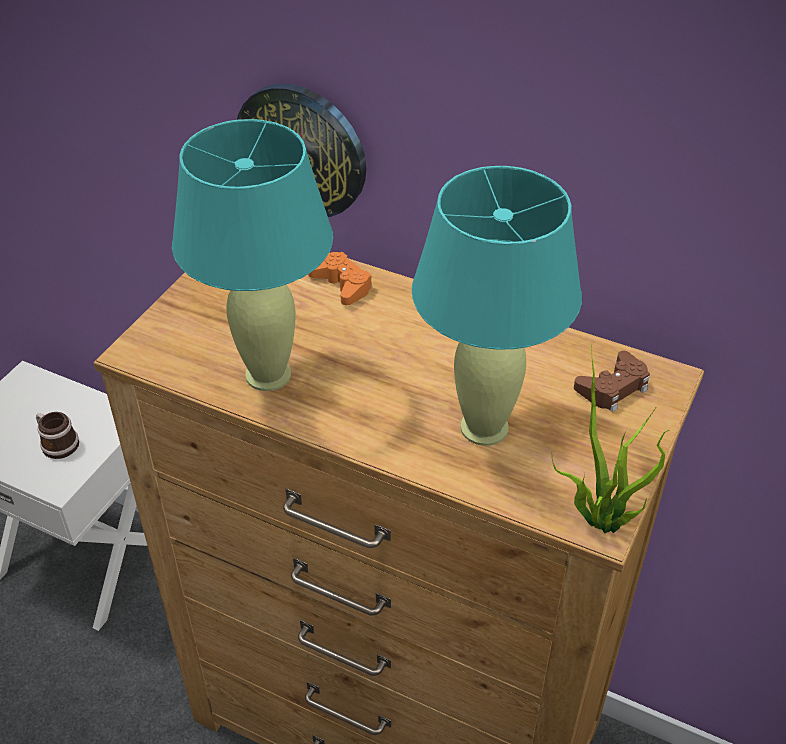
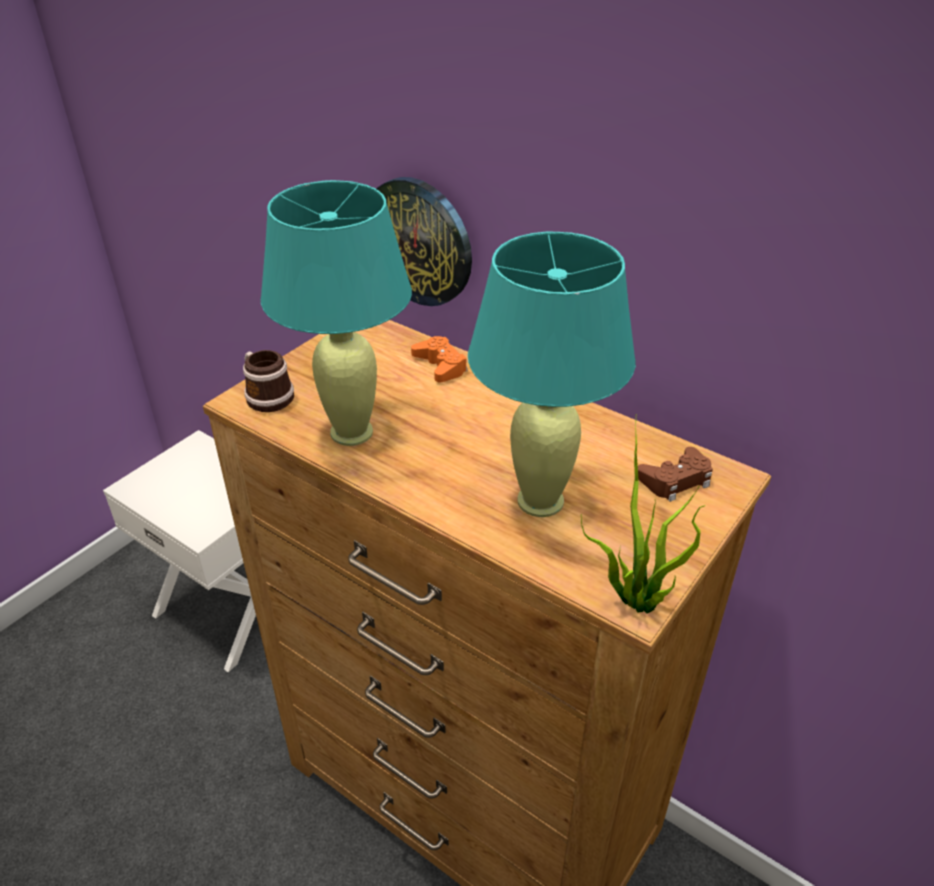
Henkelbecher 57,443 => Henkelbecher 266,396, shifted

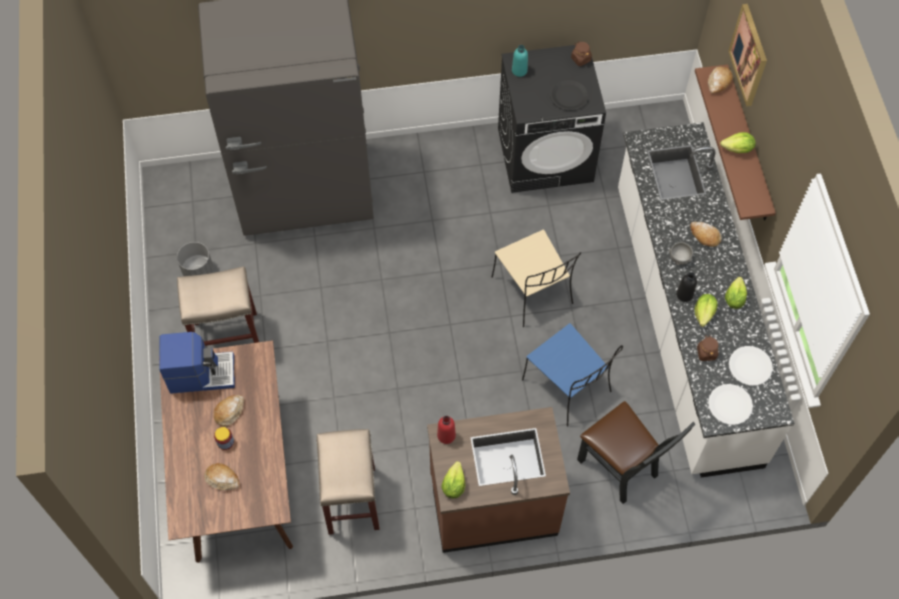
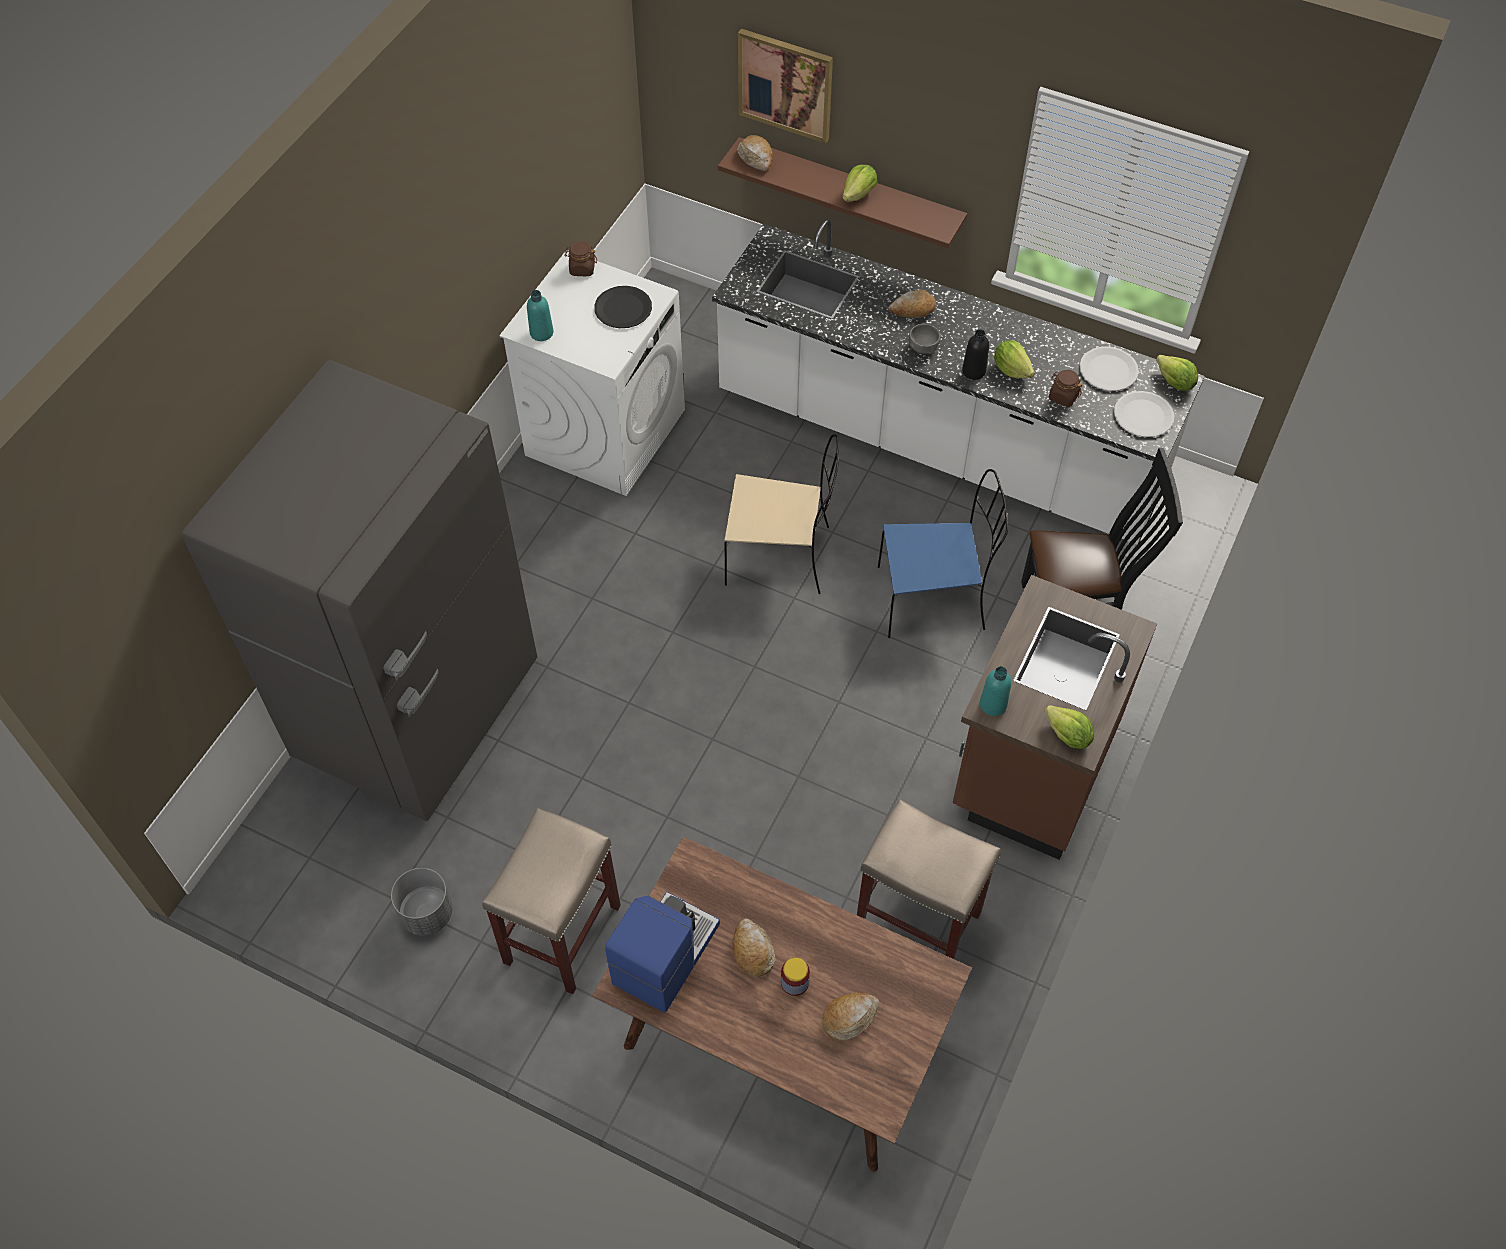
Flasche/rot 446,435 => Flasche/türkis 993,704
Waschmaschine/schwarz 545,155 => Waschmaschine/weiß 605,432
Salatkopf 734,299 => Salatkopf 1174,383, shifted

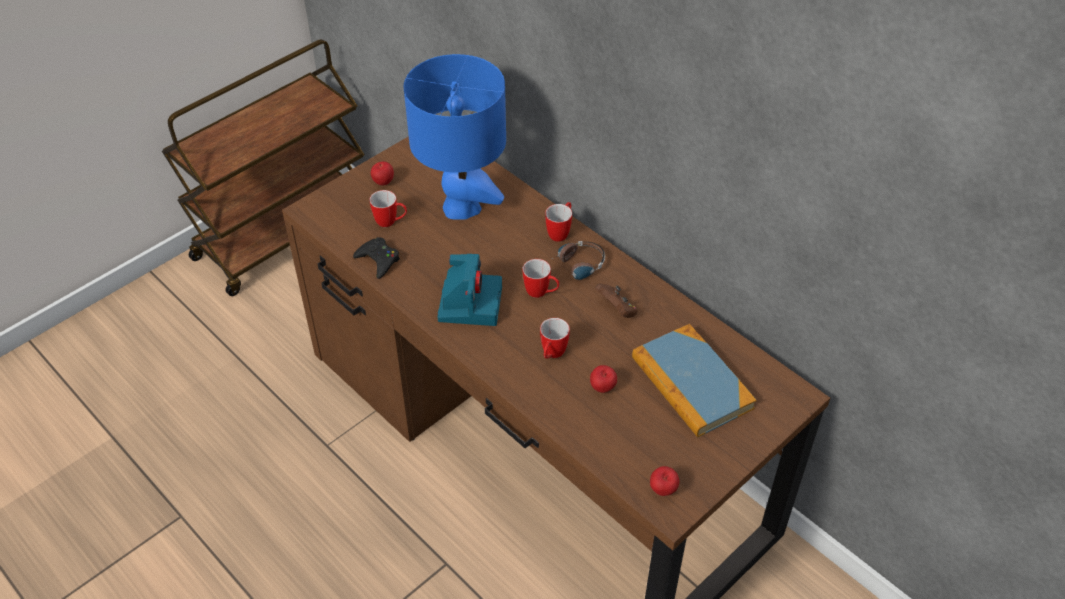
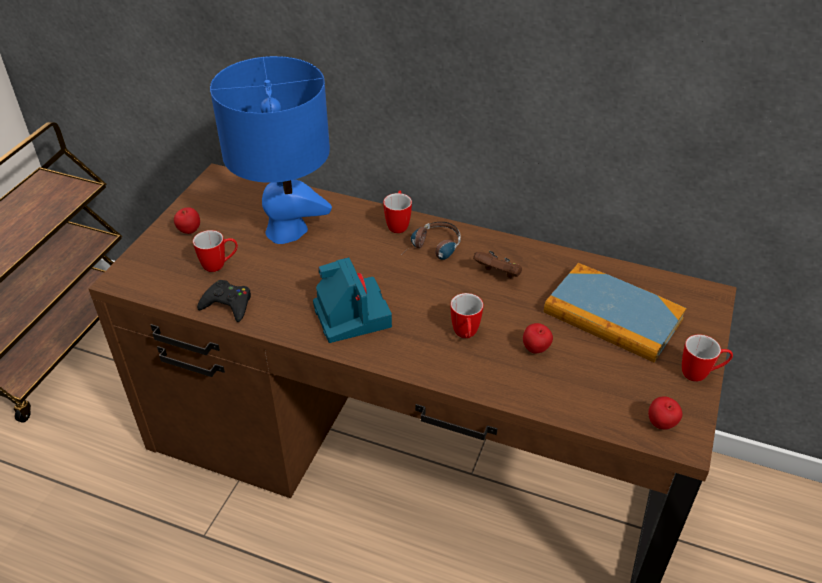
Henkelbecher 541,293 => Henkelbecher 700,374, shifted

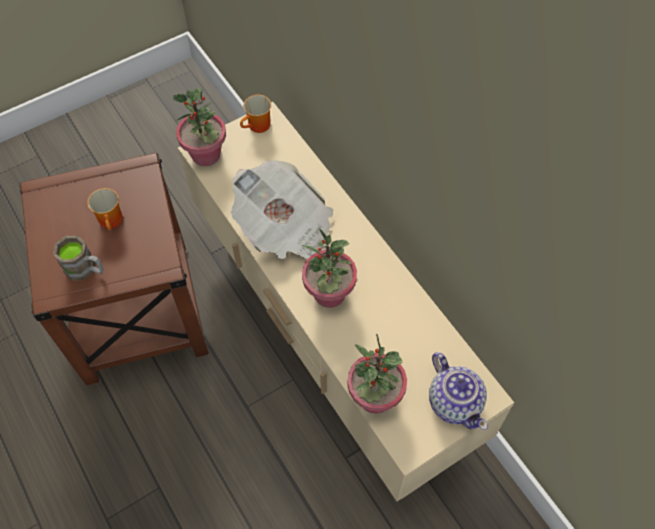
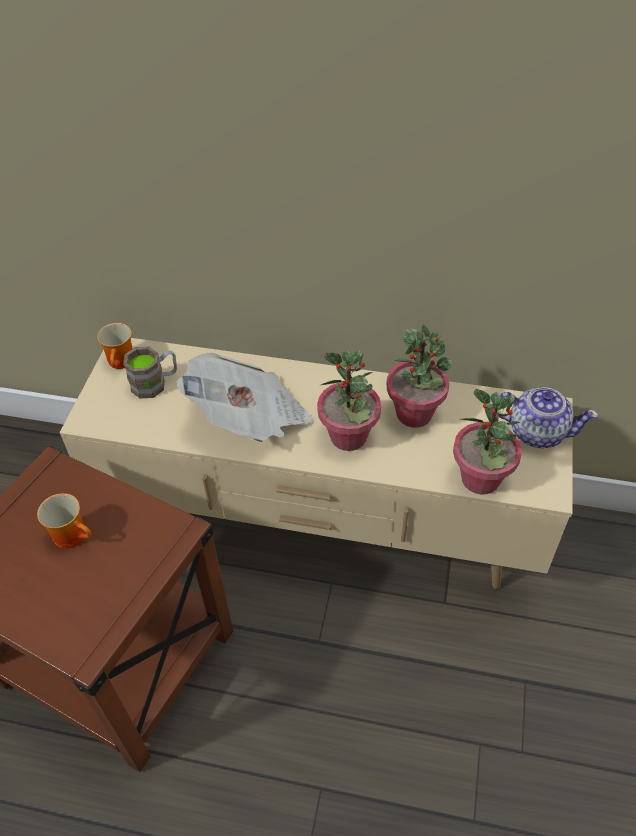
Henkelbecher/braun 86,269 => Henkelbecher/braun 155,383, shifted
Topfpflanze 206,155 => Topfpflanze 414,414, shifted

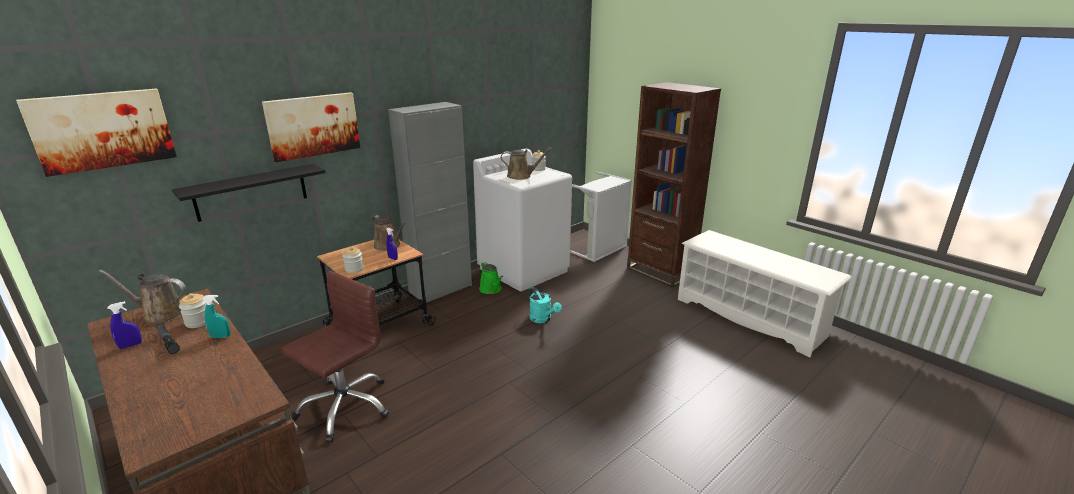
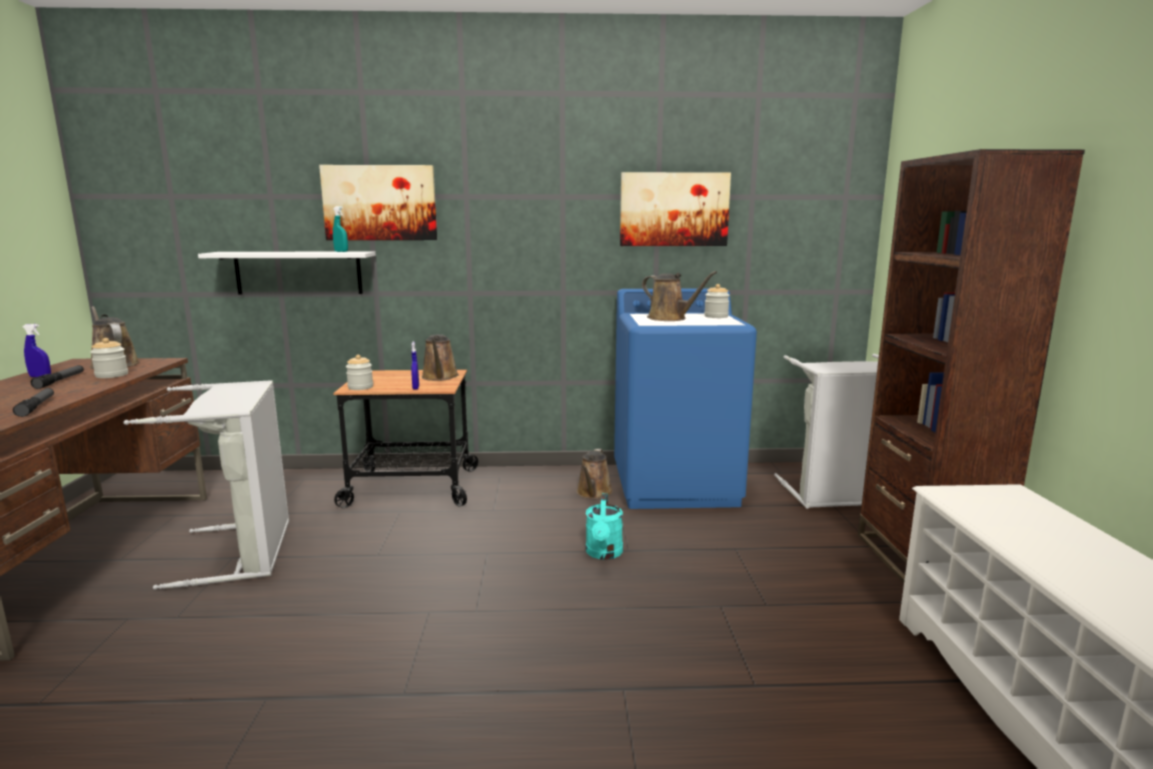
Bild 102,130 => Bild 674,209, shifted
Wandregal/schwarz 251,192 => Wandregal/weiß 298,272
Sprühflasche/türkis 221,336 => Sprühflasche/türkis 341,251, shifted
Bürostuhl/braun 345,406 => Wäschekorb/grau 245,551
Schrank/grau 441,290 => nothing
Waschmaschine/weiß 524,269 => Waschmaschine/blau 676,485
Gießkanne/grün 491,289 => Gießkanne/braun 593,493
nothing => Taschenlampe 36,407

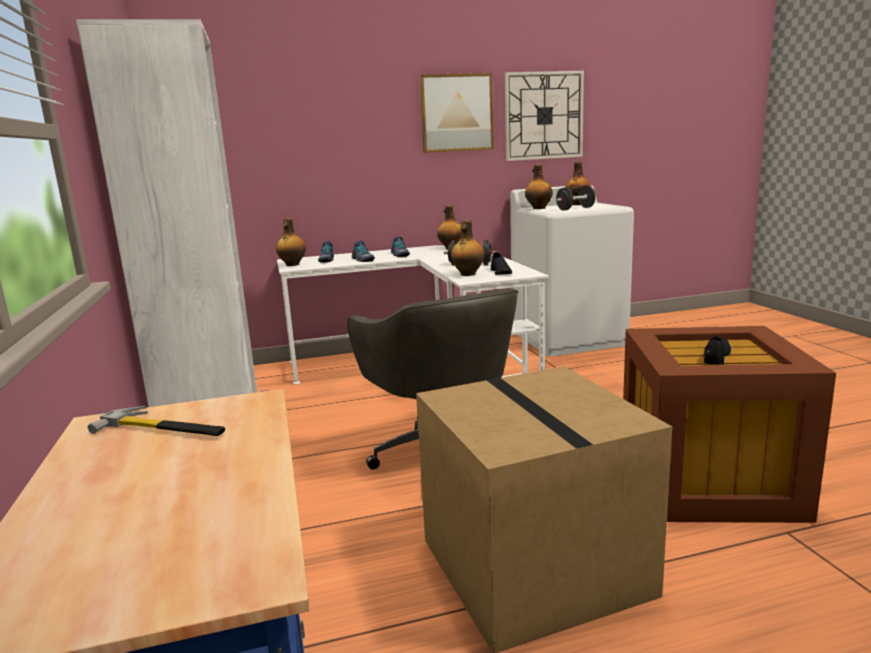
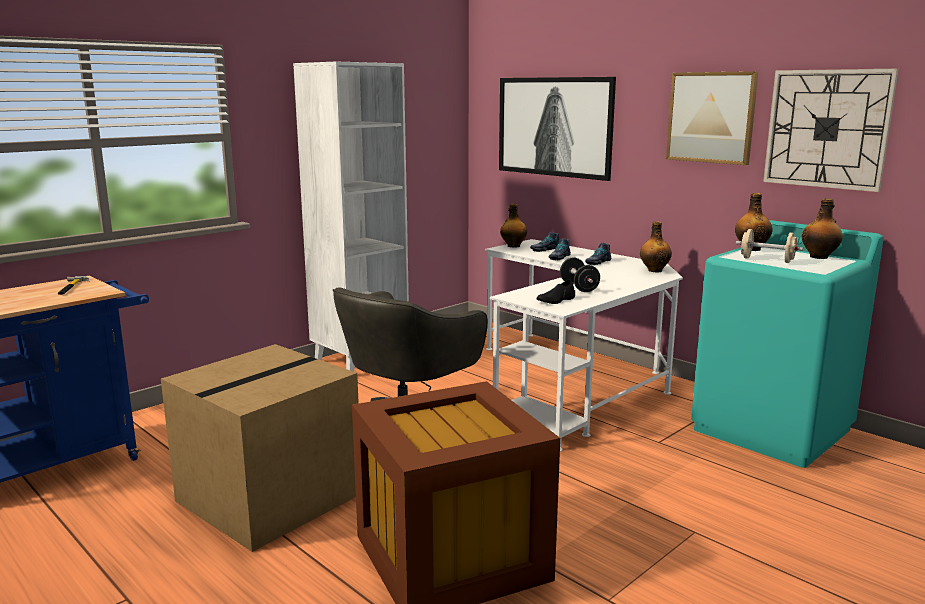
Flasche 467,274 => nothing
Waschmaschine/weiß 568,339 => Waschmaschine/türkis 772,430
Hantel/schwarz 575,209 => Hantel/beige 767,260
Schuh/schwarz 716,356 => nothing
nothing => Bild 555,127

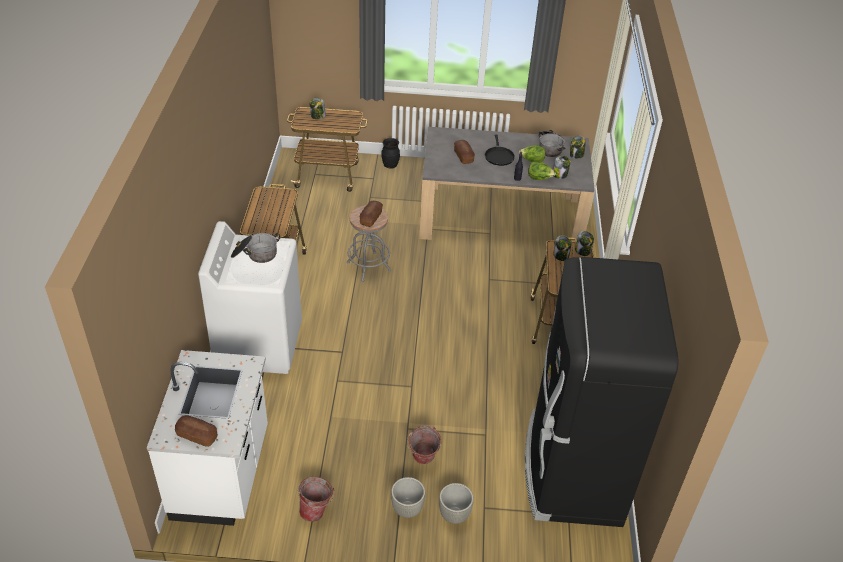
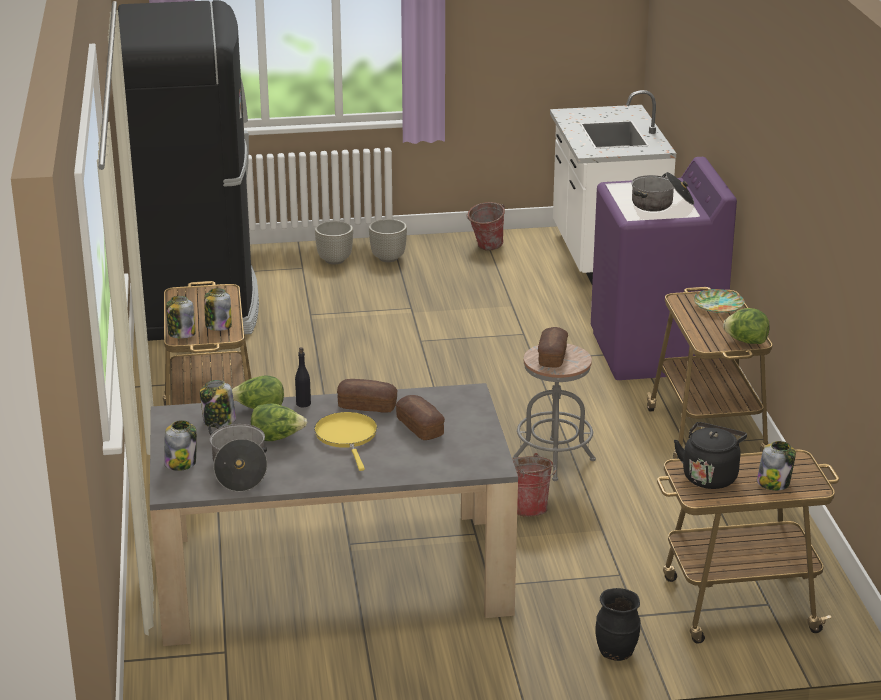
Brot 197,436 => Brot 367,406, shifted
Waschmaschine/weiß 259,344 => Waschmaschine/lila 655,352
Eimer 422,460 => Eimer 529,508, shifted
Pfanne/schwarz 499,156 => Pfanne/gelb 347,437
nothing => Wasserkessel/schwarz 710,476
nothing => Teller 718,304
nothing => Salatkopf 746,341

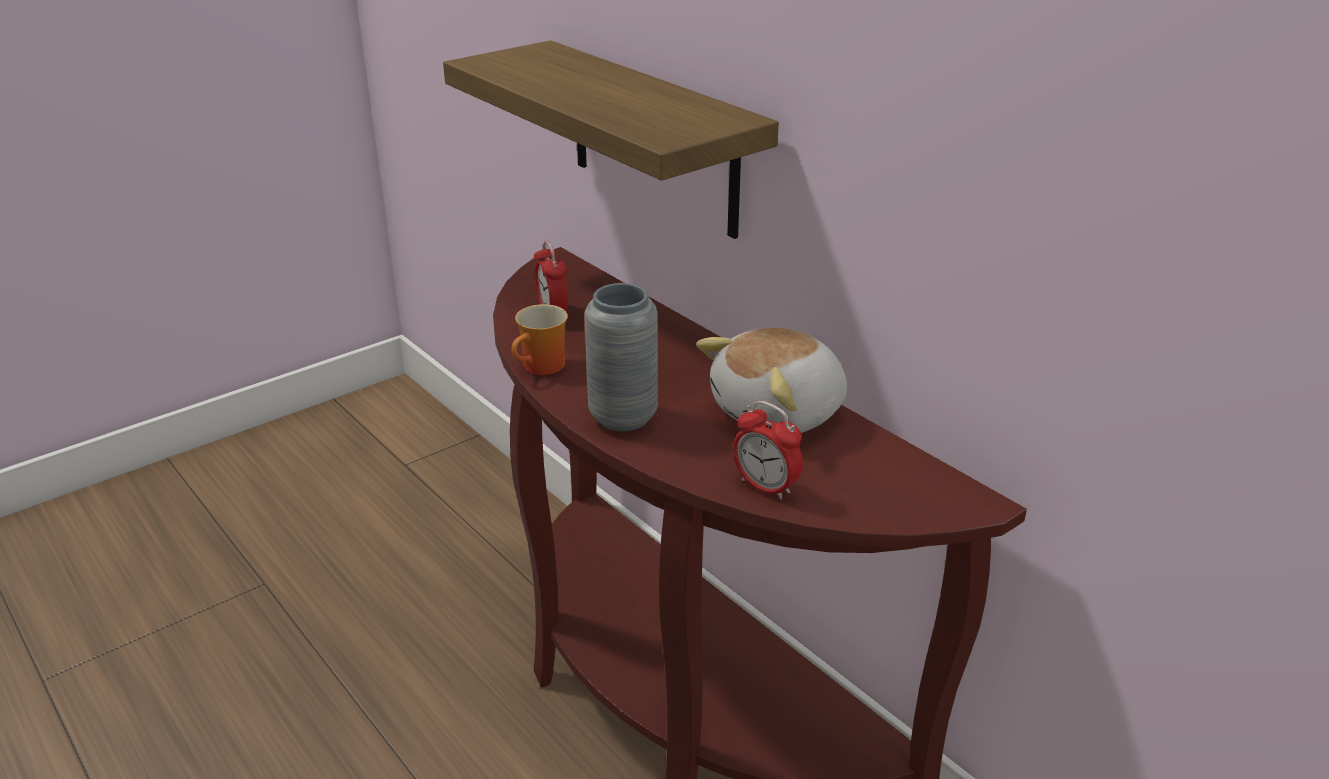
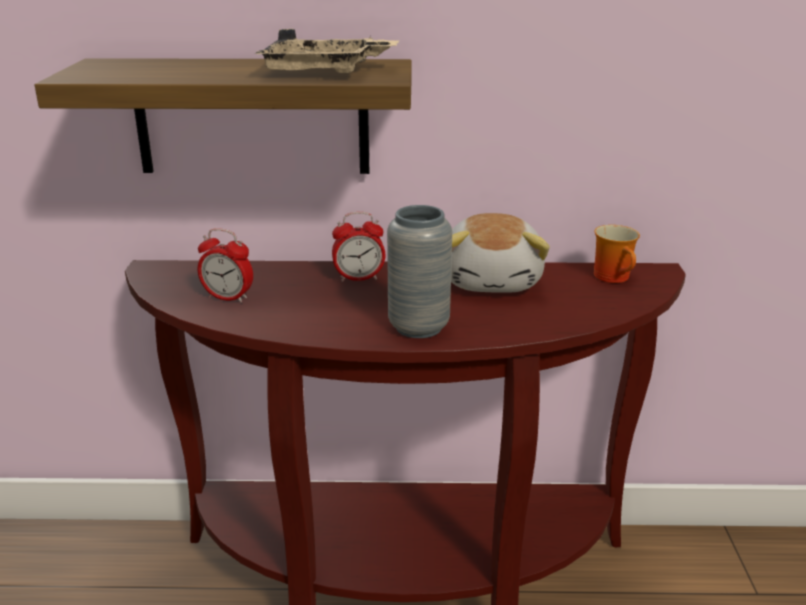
Henkelbecher 543,368 => Henkelbecher 616,277, shifted
Wecker 766,487 => Wecker 359,278, shifted
nothing => Tablett/beige 324,71

